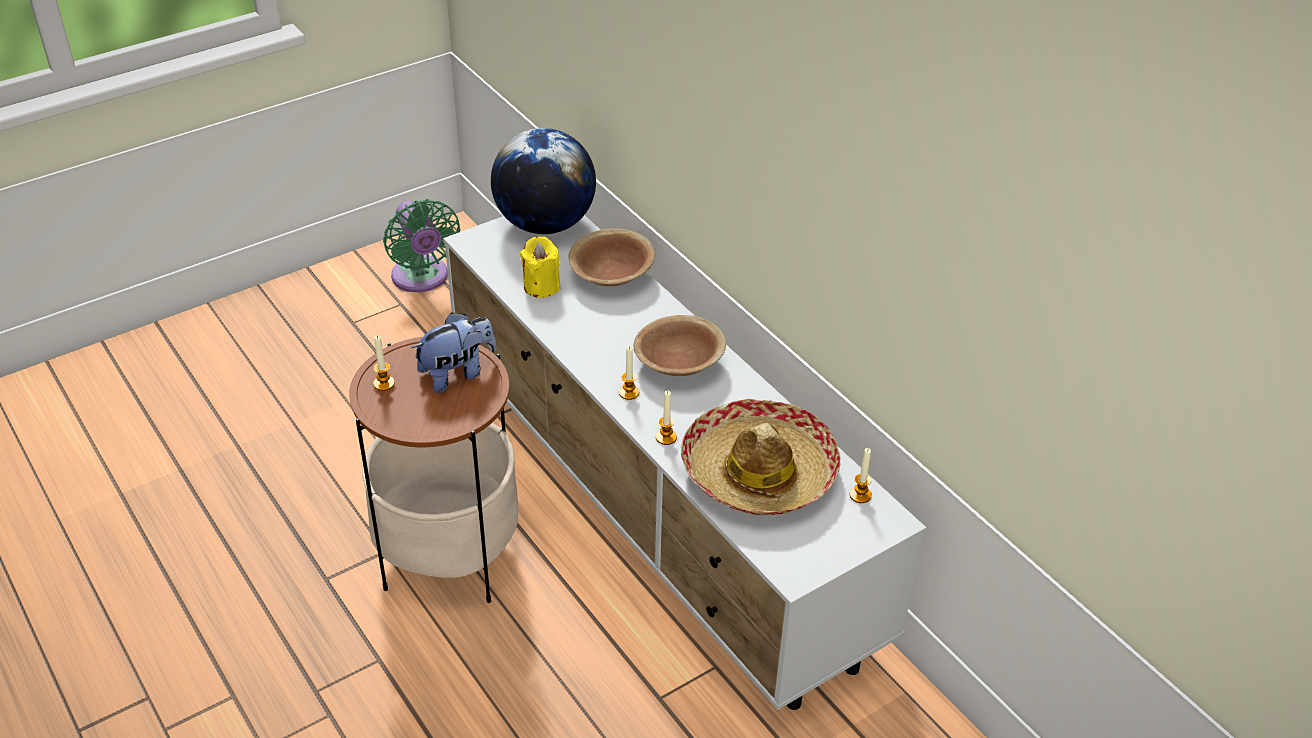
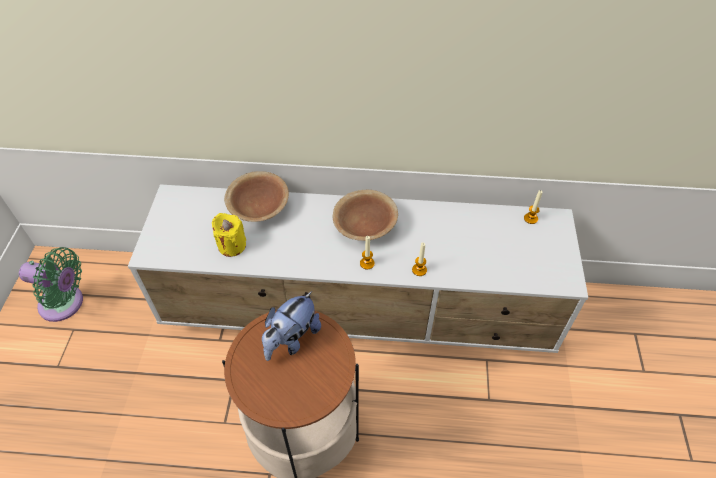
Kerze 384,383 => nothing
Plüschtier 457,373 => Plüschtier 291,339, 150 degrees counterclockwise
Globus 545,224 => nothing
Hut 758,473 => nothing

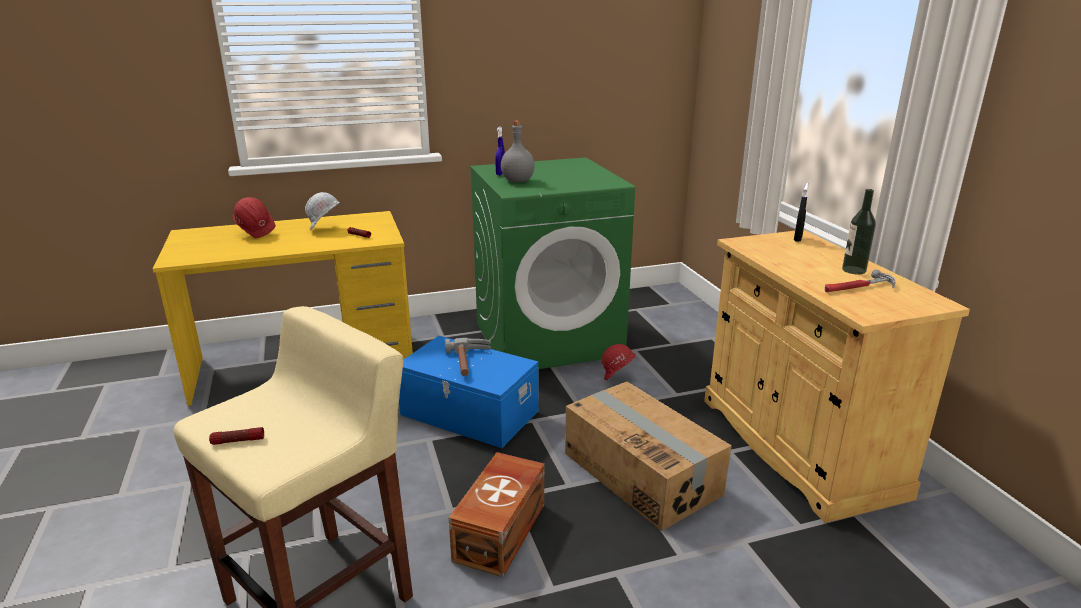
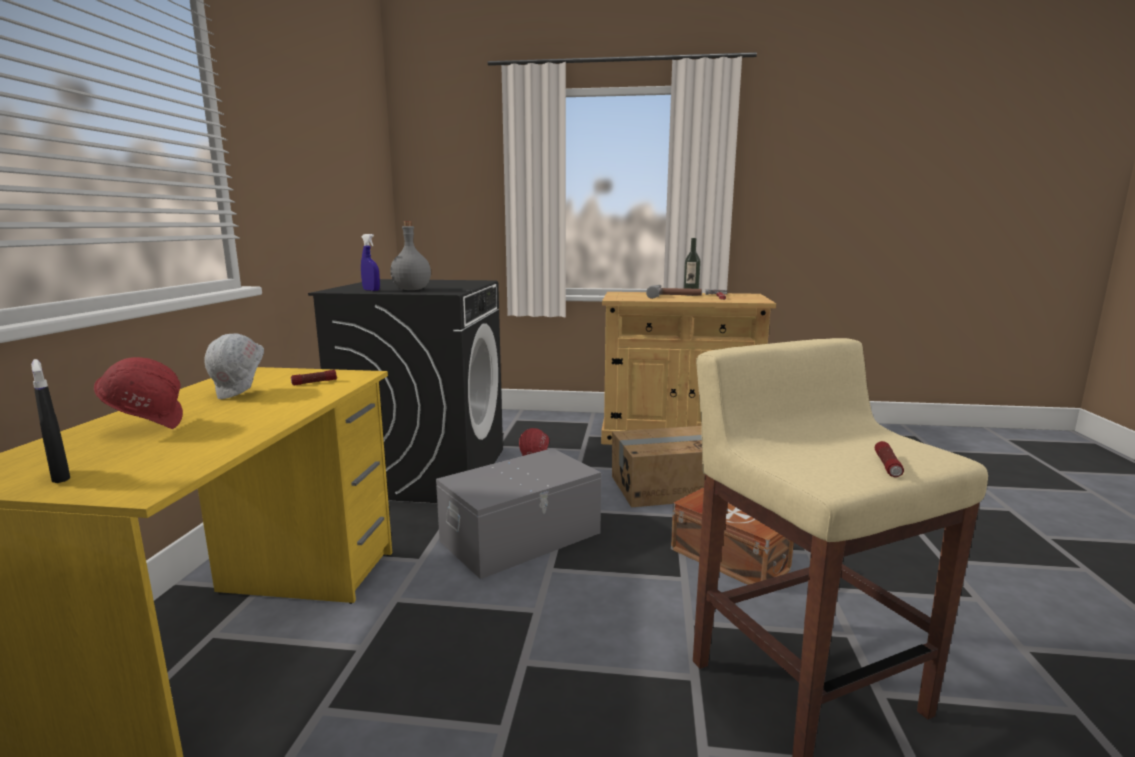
Aufbewahrungsbox/blau 469,414 => Aufbewahrungsbox/grau 522,537
Hammer 470,362 => Hammer 674,297, shifted
Waschmaschine/grün 548,338 => Waschmaschine/schwarz 425,471
Sprühflasche/schwarz 797,239 => Sprühflasche/schwarz 60,476, shifted

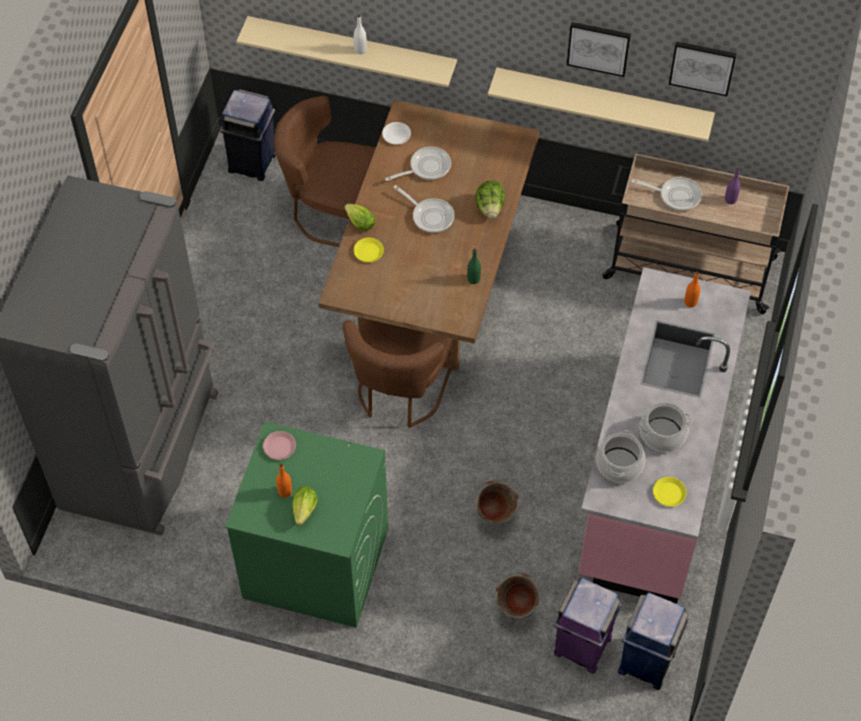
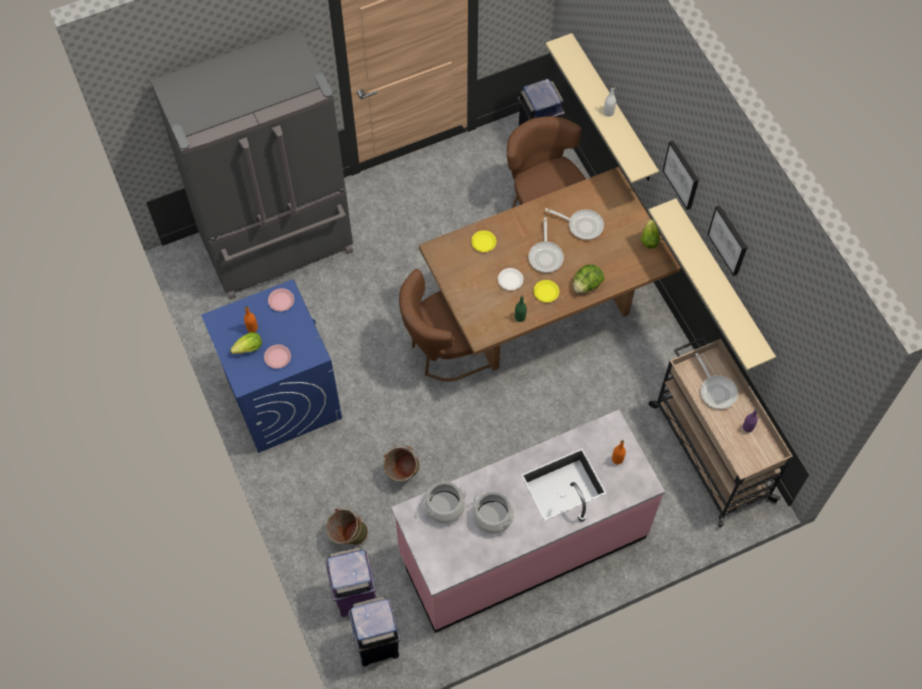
Waschmaschine/grün 315,563 => Waschmaschine/blau 282,396
Salatkopf 358,222 => Salatkopf 649,238, shifted
Teller/weiß 396,135 => Teller/weiß 510,280, shifted
Teller/gelb 669,493 => Teller/gelb 546,292, shifted
Bild 702,67 => Bild 682,174, shifted
nothing => Teller/rosa 278,358

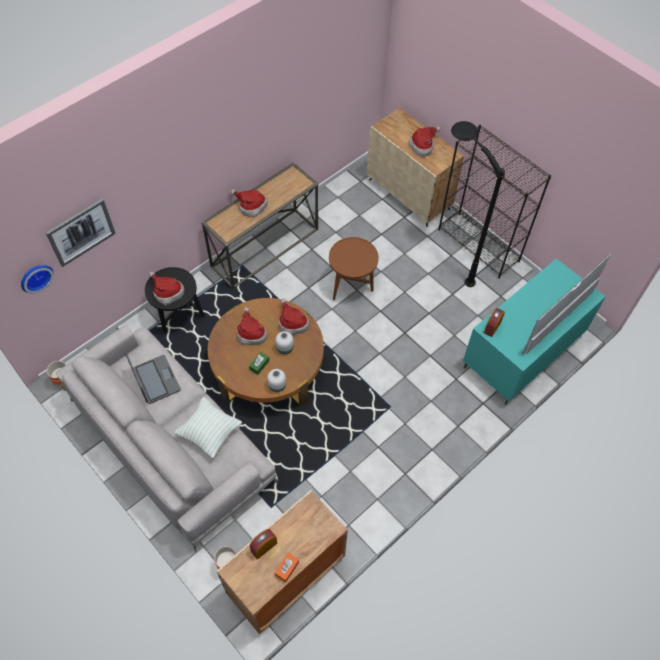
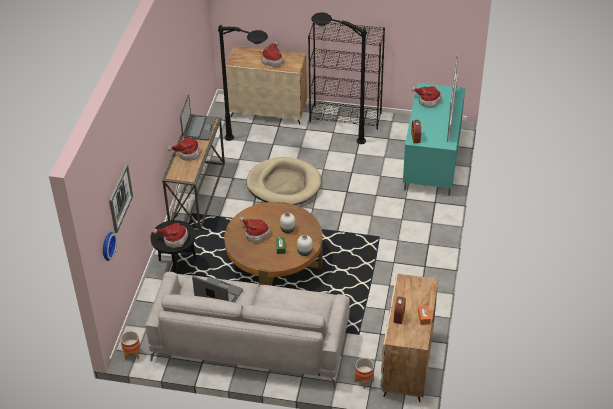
Kissen 209,432 => nothing
Hut 292,323 => Hut 427,100, shifted
Beistelltisch/braun 351,286 => Hundebett/beige 284,184
nothing => Laptop 198,128
nothing => Stehlampe/schwarz 253,147

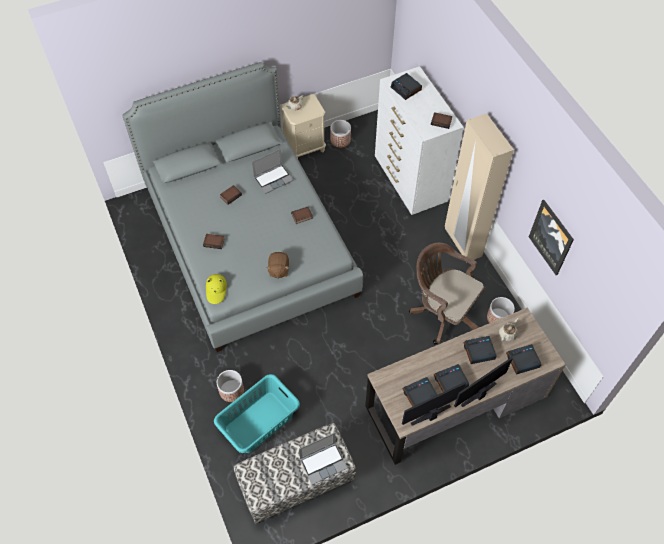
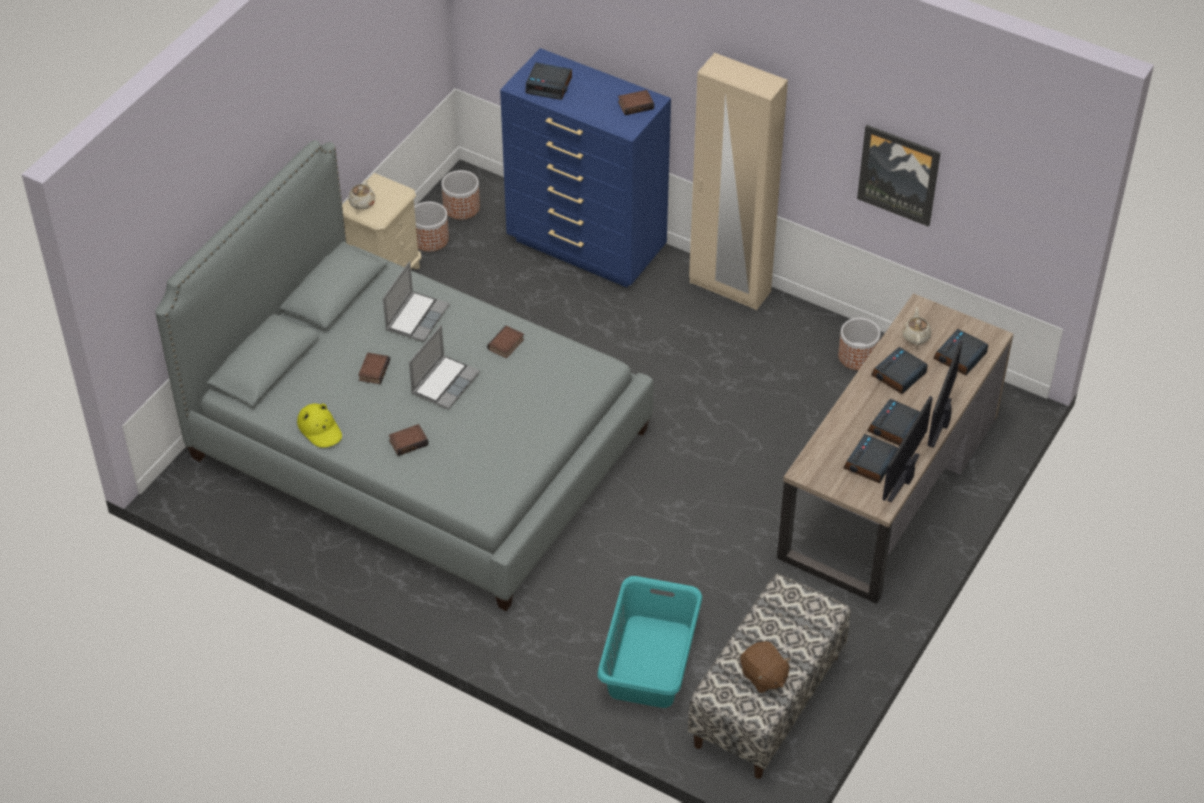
Hut/gelb 216,290 => Hut/gelb 320,429, shifted
Pflanzkübel 231,391 => Pflanzkübel 461,207, shifted
Plüschtier/braun 278,270 => Plüschtier/braun 763,676, shifted
Laptop 323,462 => Laptop 445,382, shifted
Kommode/weiß 409,183 => Kommode/blau 586,247
Bürostuhl/braun 442,312 => nothing

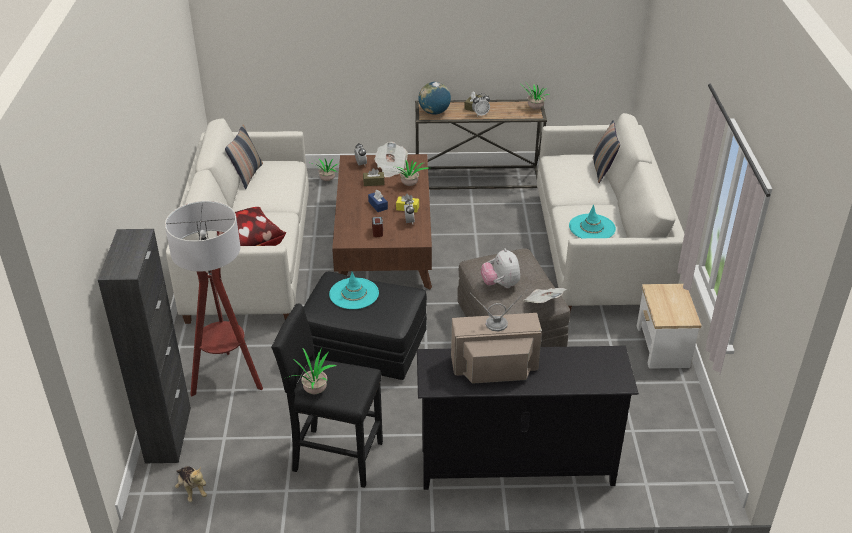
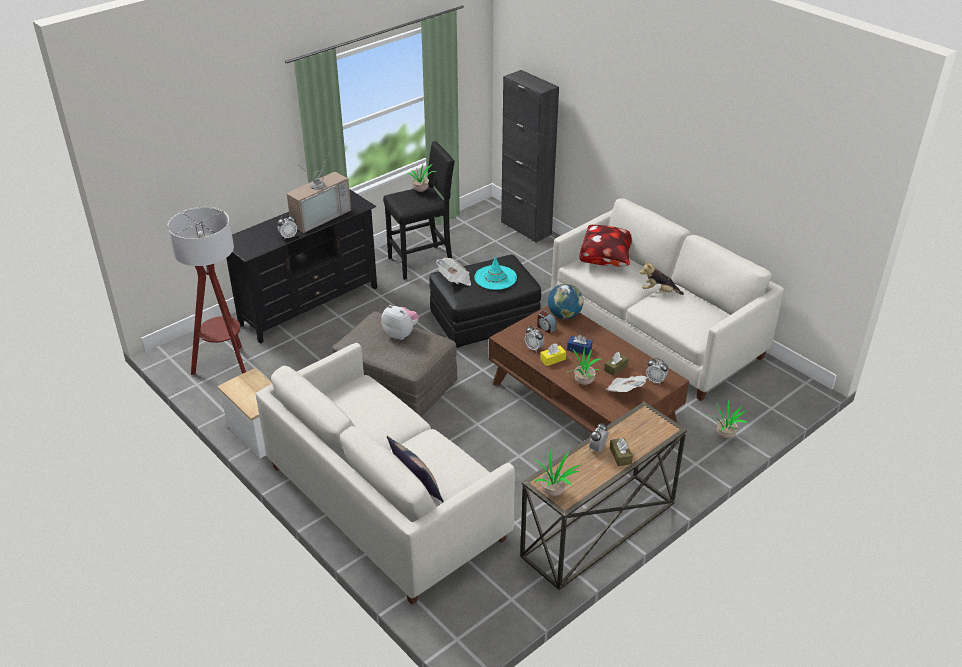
Stehlampe 227,378 => Stehlampe 227,367, shifted
Plüschtier 192,490 => Plüschtier 659,291, shifted
Kissen 247,175 => nothing
Globus 434,112 => Globus 564,315, shifted
Zeitung 543,303 => Zeitung 455,280, shifted
Hut/türkis 592,228 => nothing
nothing => Wecker 288,236

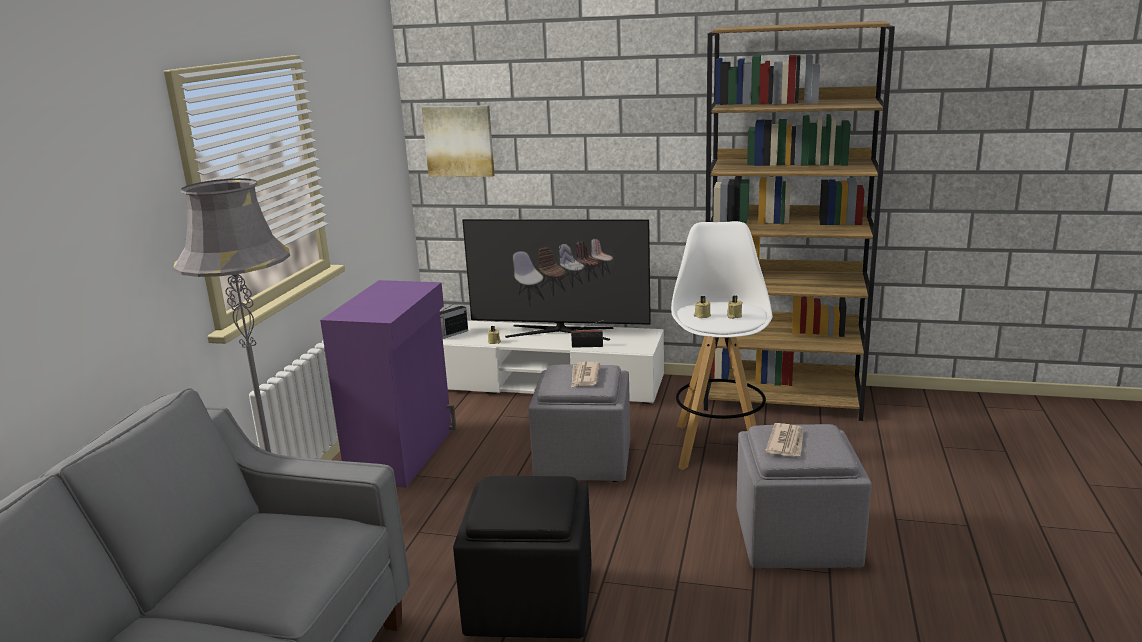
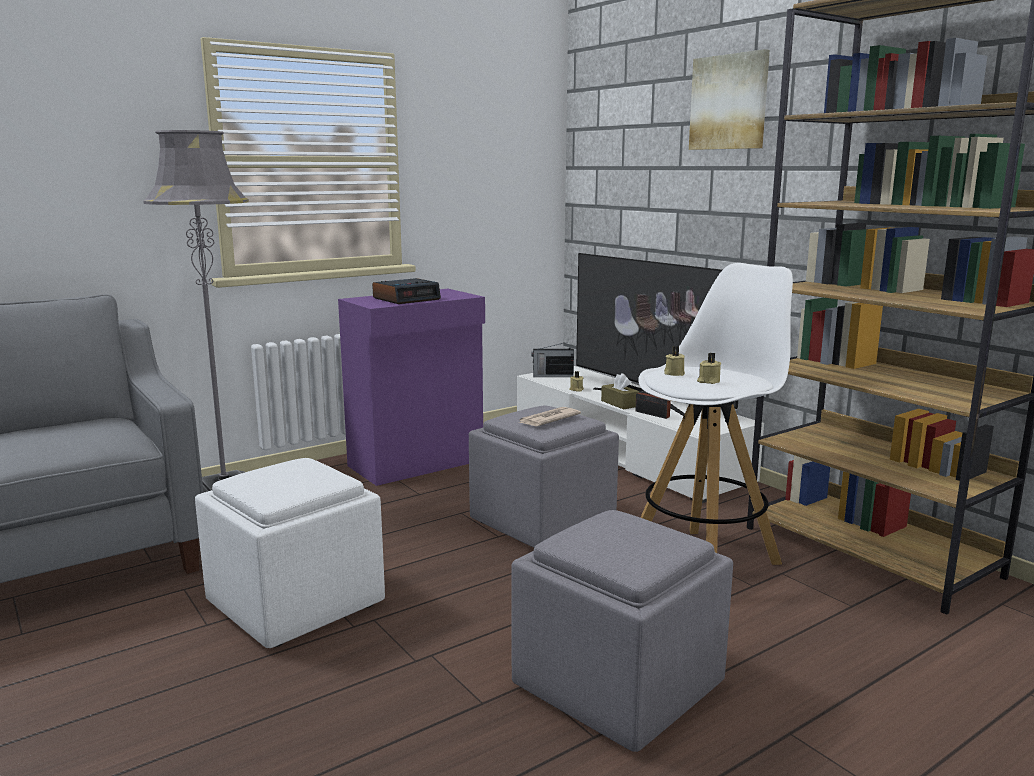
Bild 459,141 => Bild 729,102, shifted
Polsterhocker/schwarz 532,601 => Polsterhocker/weiß 298,604
Zeitung 786,443 => nothing
nothing => Wecker 406,298
nothing => Taschentuchbox/braun 619,403

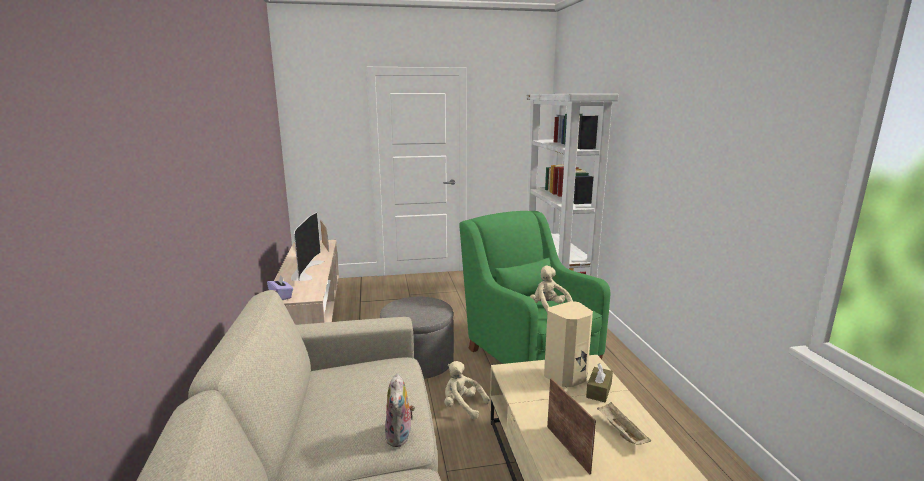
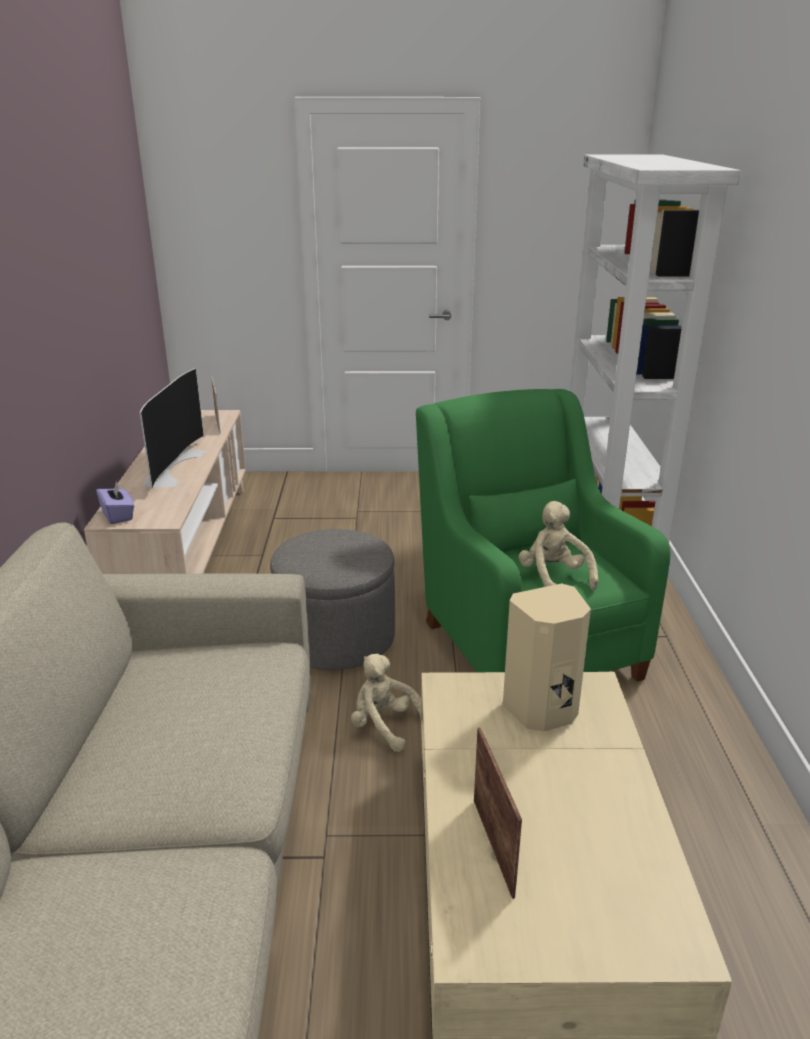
Plüschtier 400,437 => nothing
Taschentuchbox/braun 599,390 => nothing
Tablett/beige 620,432 => nothing

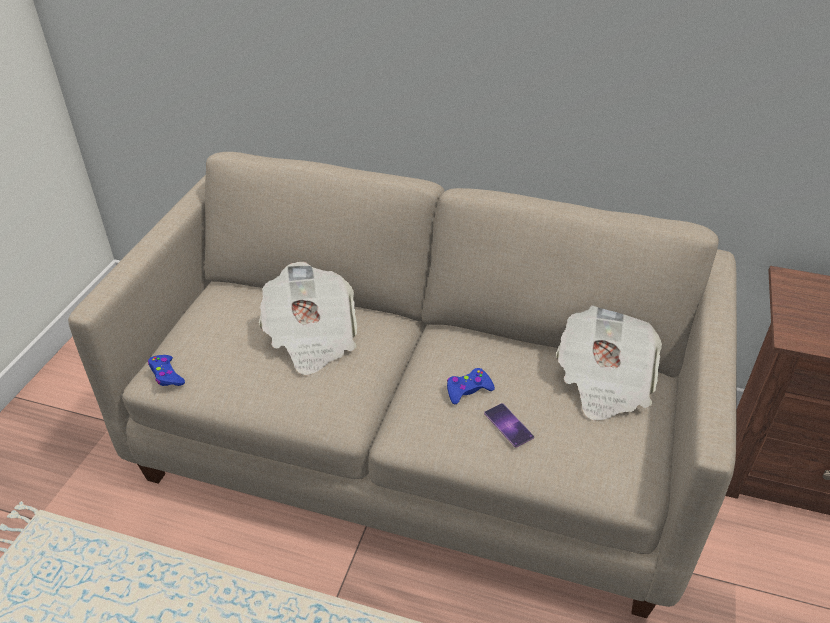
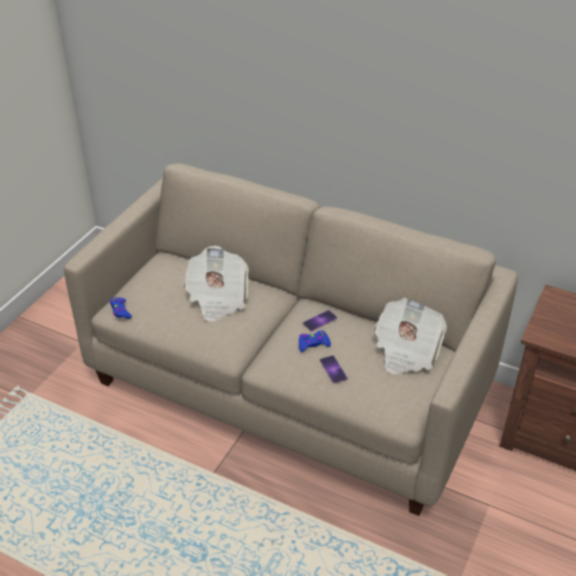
nothing => Handy 320,321

